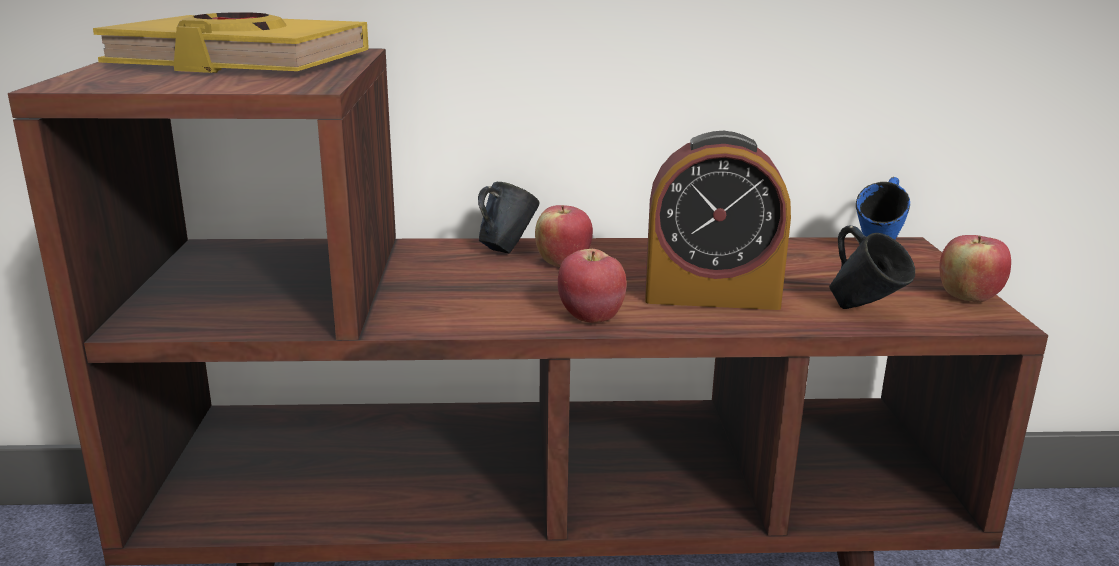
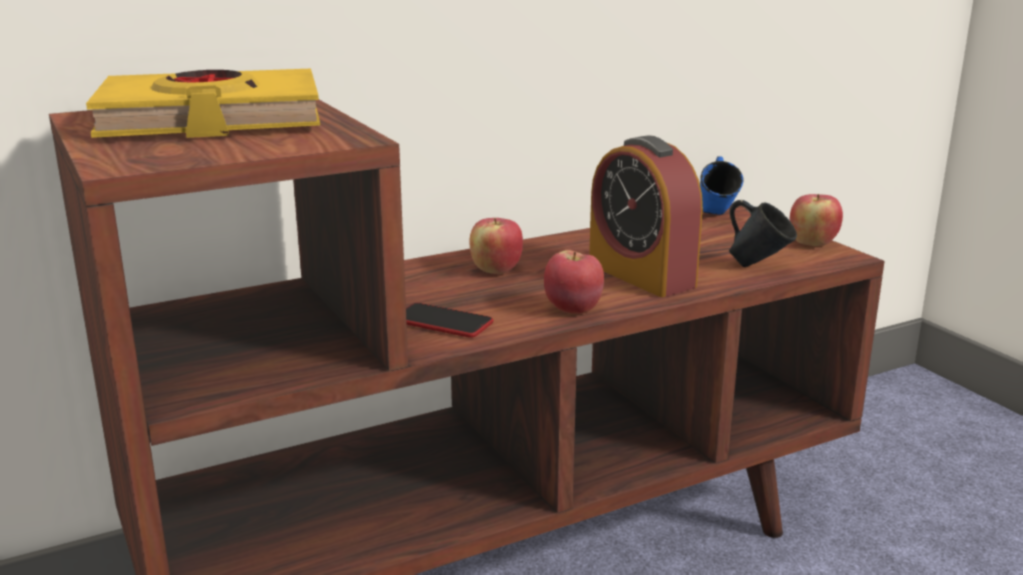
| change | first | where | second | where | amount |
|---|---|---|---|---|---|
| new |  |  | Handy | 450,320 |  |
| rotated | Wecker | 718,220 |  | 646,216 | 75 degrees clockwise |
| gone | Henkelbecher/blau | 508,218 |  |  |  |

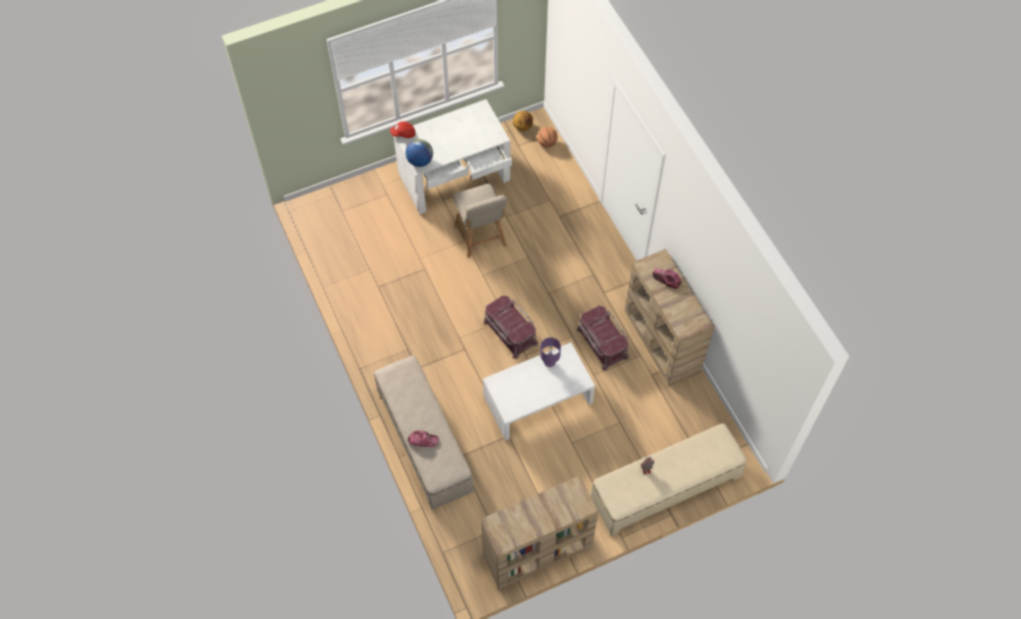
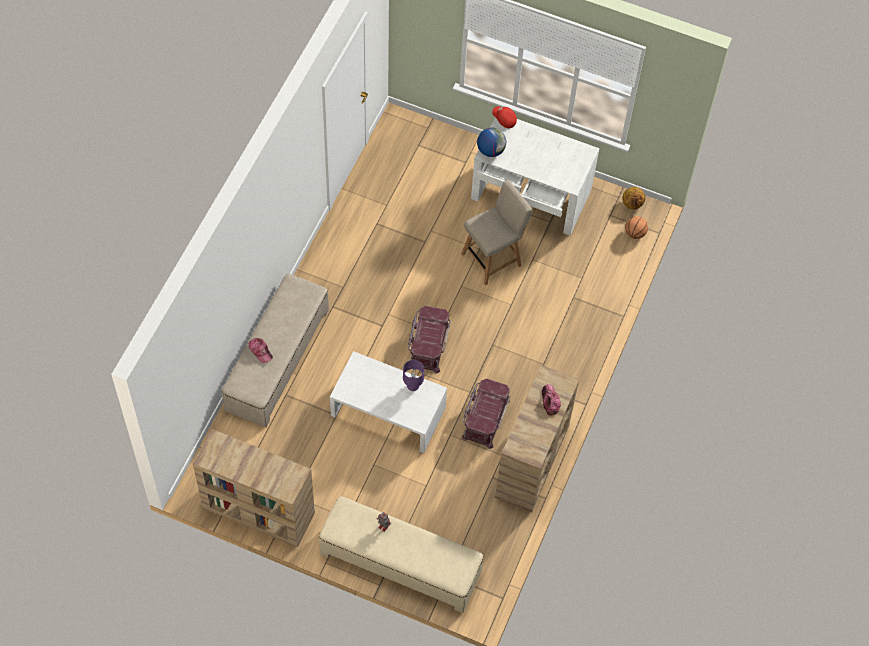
| change | first | where | second | where | amount |
|---|---|---|---|---|---|
| rotated | Stuhl/beige | 480,221 |  | 497,233 | 150 degrees counterclockwise |

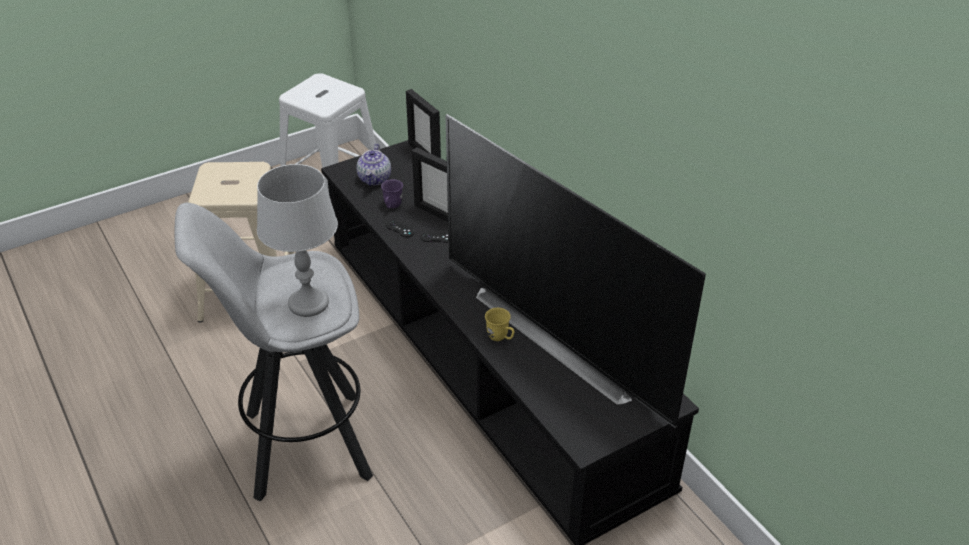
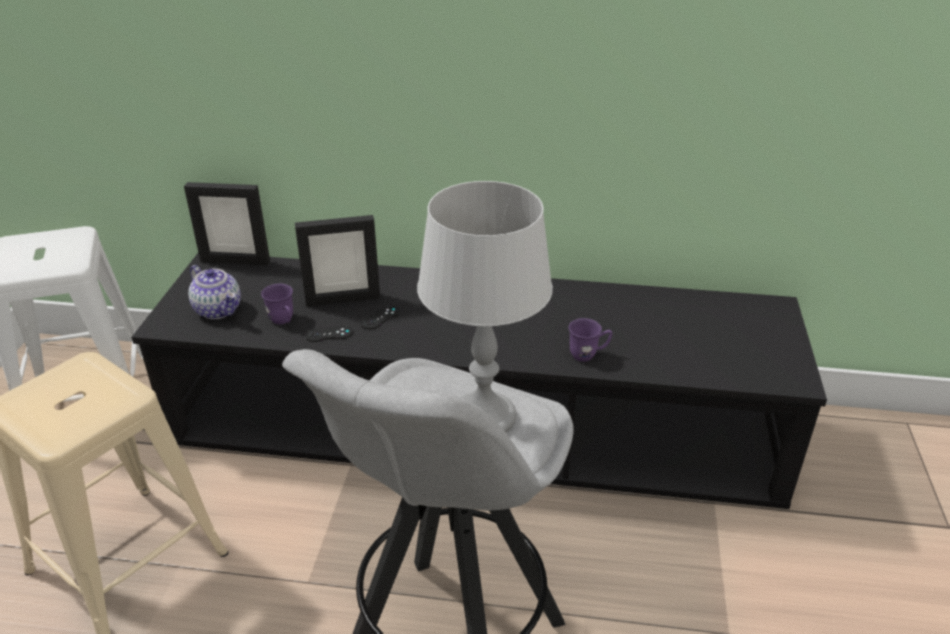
| change | first | where | second | where | amount |
|---|---|---|---|---|---|
| repainted | Henkelbecher/gelb | 499,324 | Henkelbecher/lila | 590,340 |  |
| gone | Fernseher | 575,271 |  |  |  |

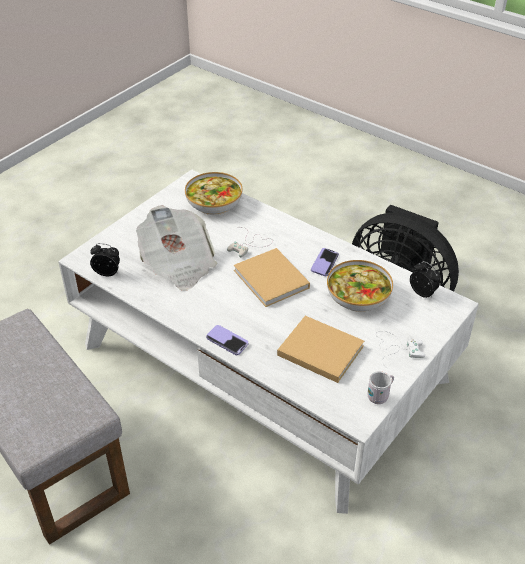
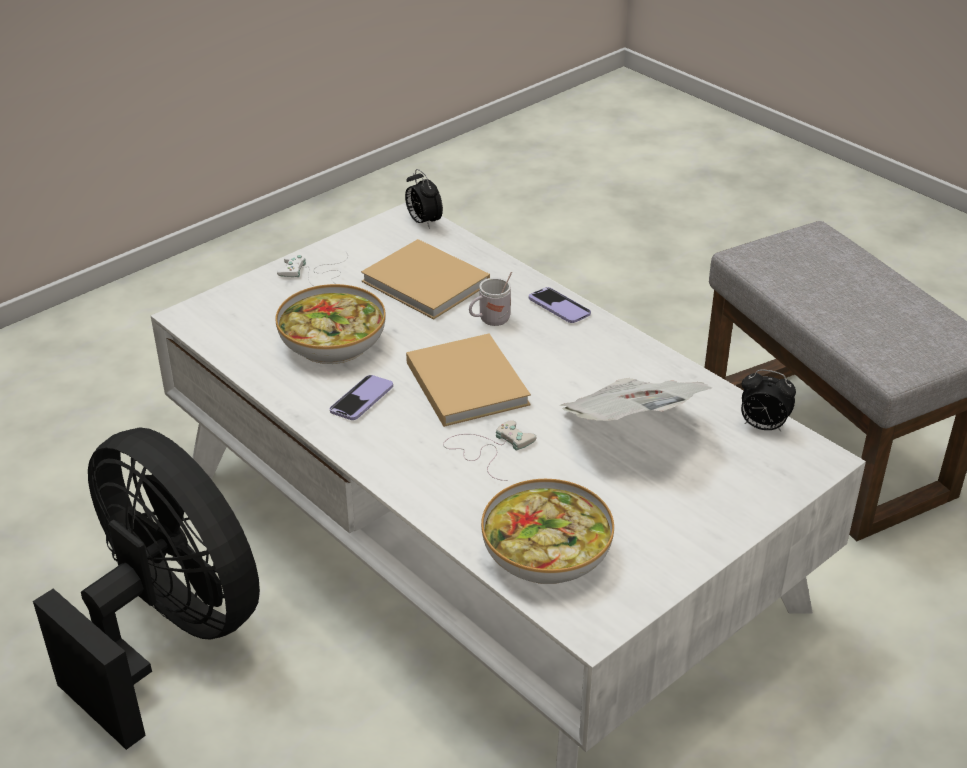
| change | first | where | second | where | amount |
|---|---|---|---|---|---|
| shifted | Wecker | 425,279 |  | 424,199 |  |
| shifted | Henkelbecher/weiß | 380,387 |  | 490,299 |  |

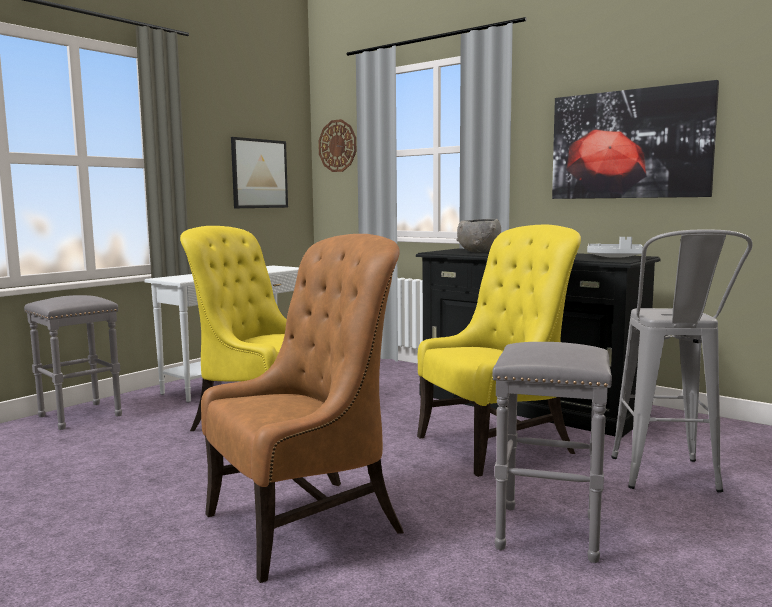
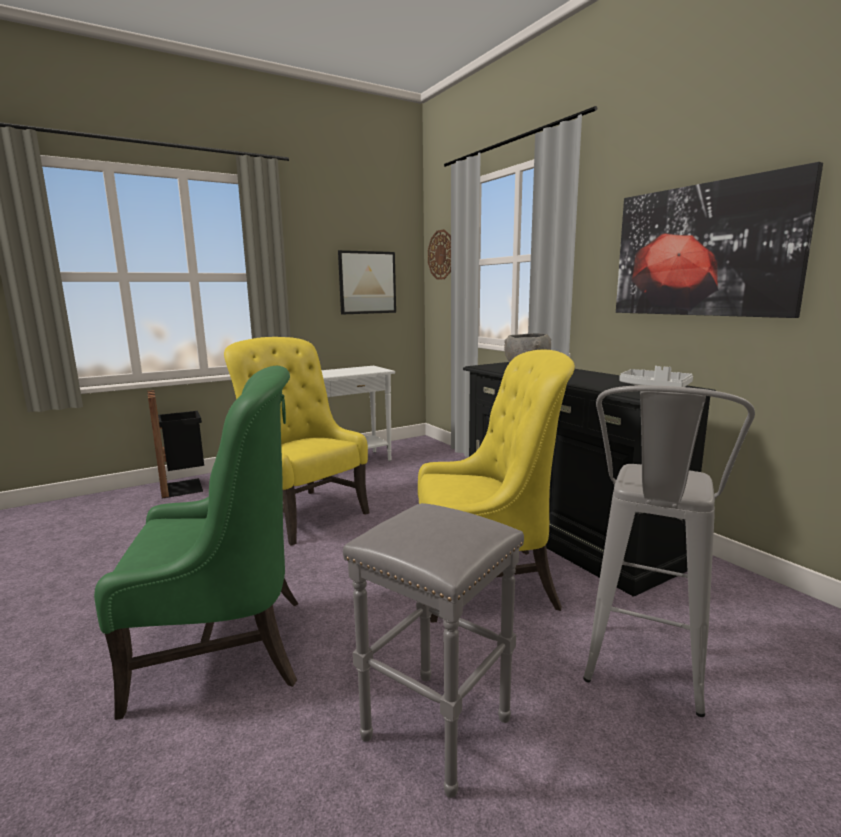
| change | first | where | second | where | amount |
|---|---|---|---|---|---|
| repainted | Stuhl/braun | 302,408 | Stuhl/grün | 196,543 |  |
| swapped | Hocker/grau | 73,362 | Mülleimer/schwarz | 176,444 |  |

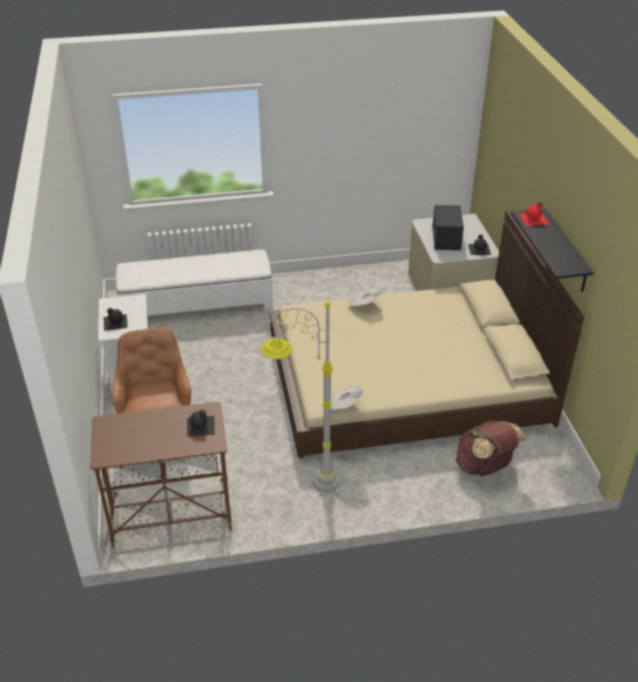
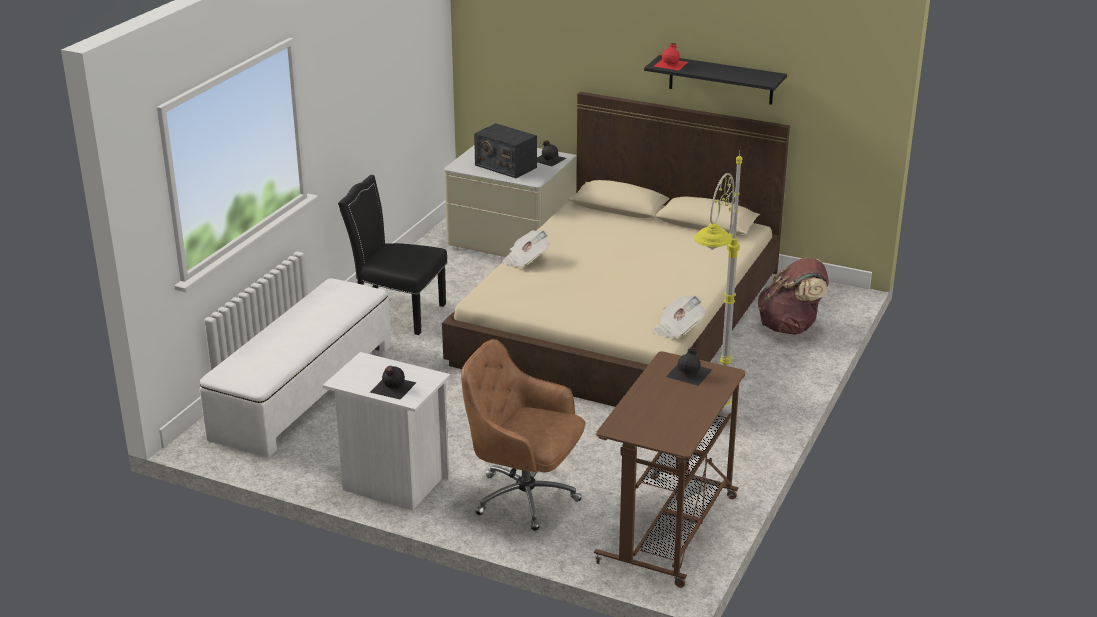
| change | first | where | second | where | amount |
|---|---|---|---|---|---|
| new |  |  | Stuhl/schwarz | 393,255 |  |

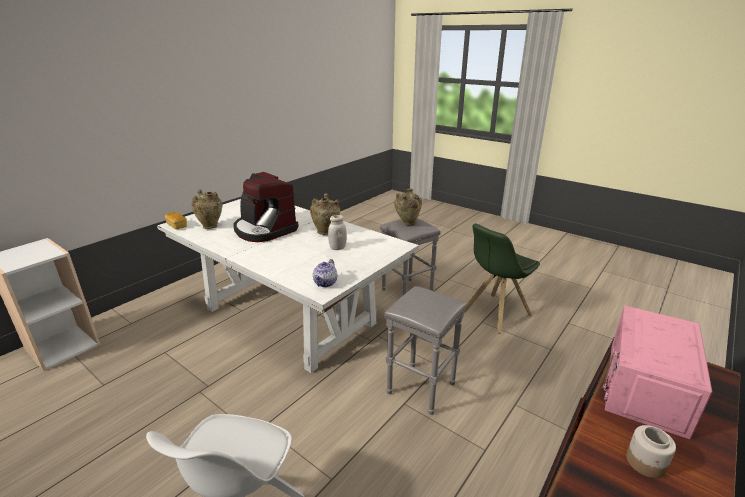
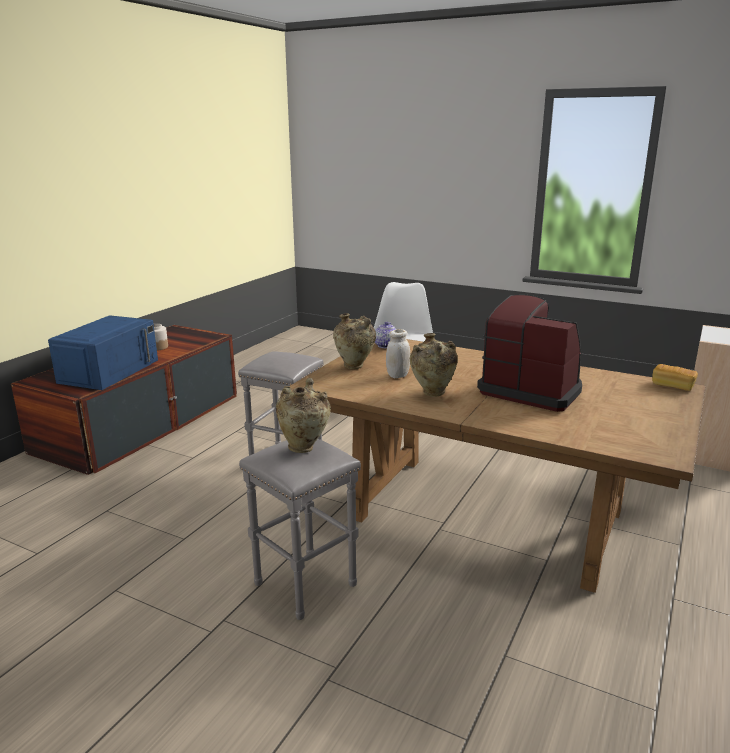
| change | first | where | second | where | amount |
|---|---|---|---|---|---|
| repainted | Mikrowelle/rosa | 657,372 | Mikrowelle/blau | 103,352 |  |
| repainted | Esstisch/weiß | 288,286 | Esstisch/braun | 498,466 |  |
| shifted | Vase/beige | 206,209 |  | 354,341 |  |
| gone | Stuhl/grün | 502,278 |  |  |  |

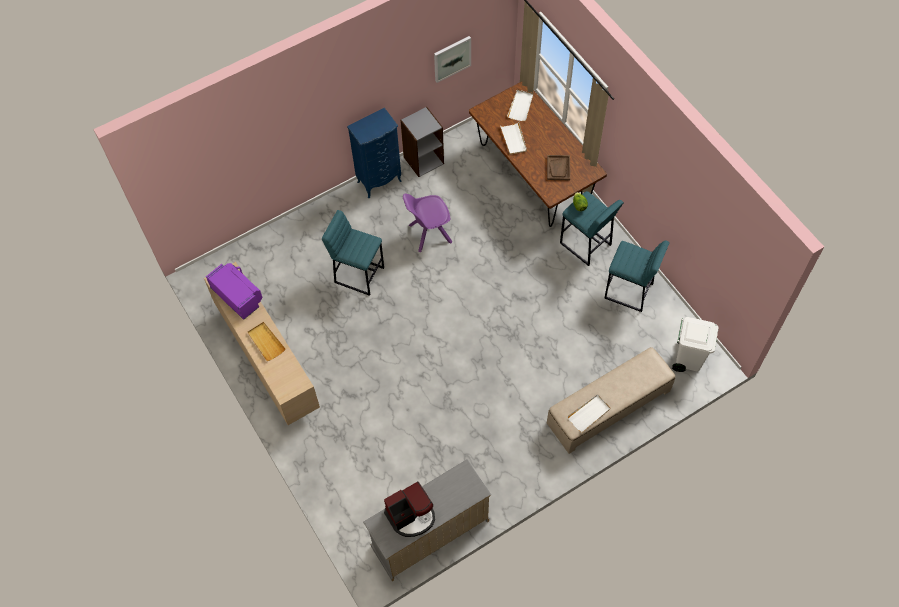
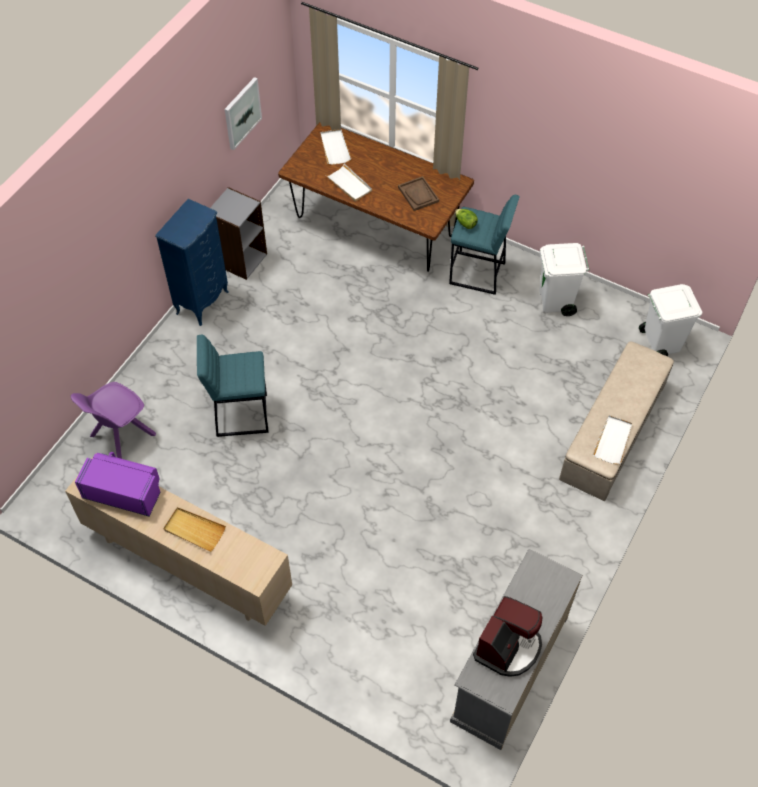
| change | first | where | second | where | amount |
|---|---|---|---|---|---|
| shifted | Stuhl/lila | 428,223 |  | 113,420 |  |
| swapped | Hocker/türkis | 637,276 | Mülleimer/weiß | 564,279 |  |

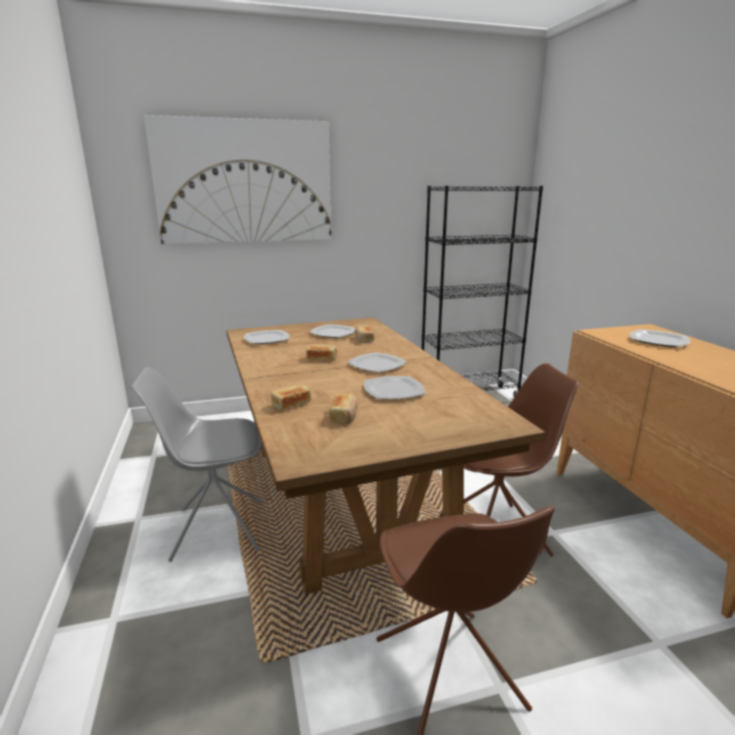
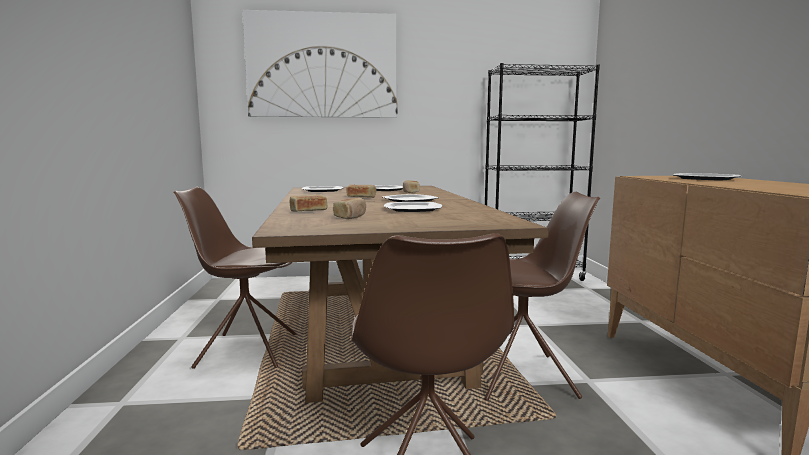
| change | first | where | second | where | amount |
|---|---|---|---|---|---|
| repainted | Stuhl/grau | 196,464 | Stuhl/braun | 234,278 |  |

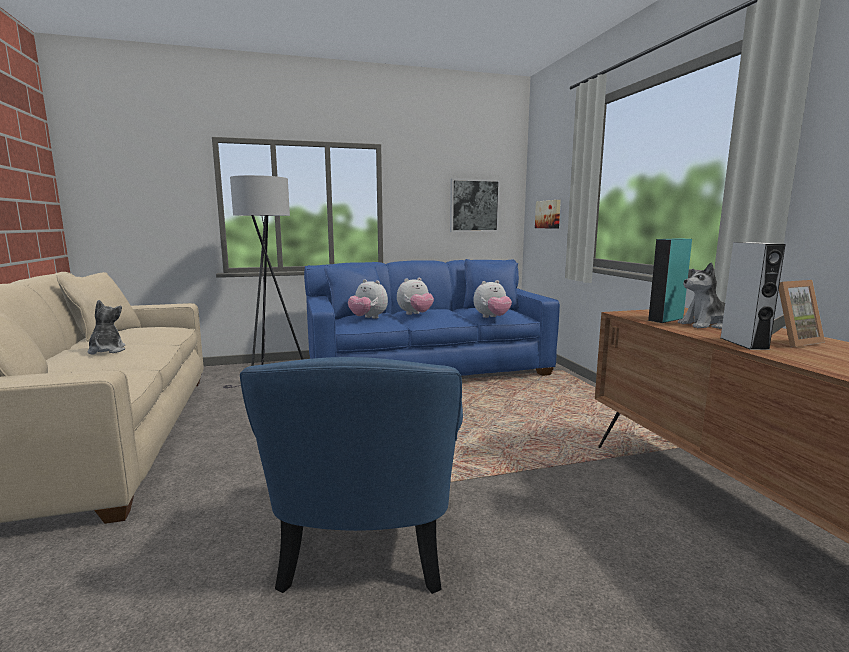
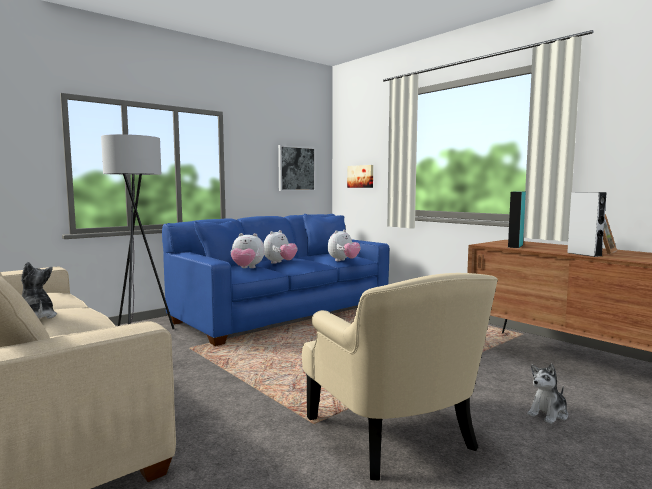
| change | first | where | second | where | amount |
|---|---|---|---|---|---|
| repainted | Sessel/blau | 351,475 | Sessel/beige | 400,377 |  |
| shifted | Plüschtier | 701,295 |  | 547,394 |  |

